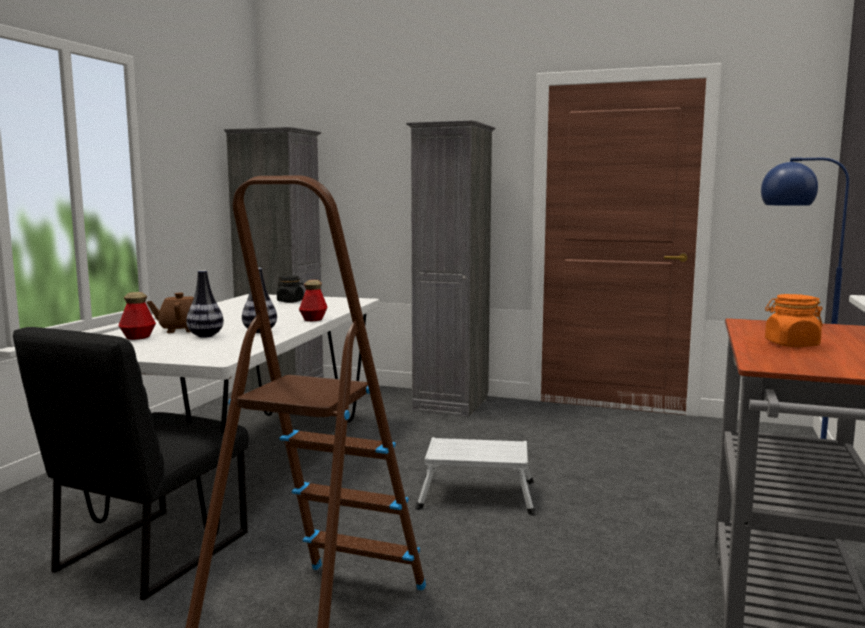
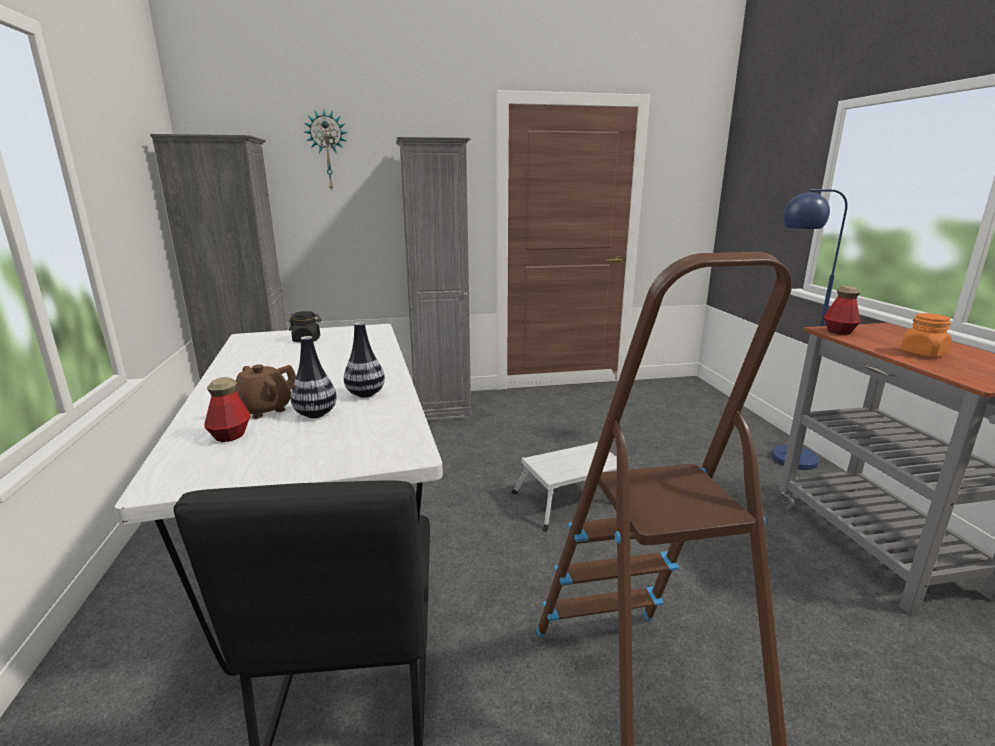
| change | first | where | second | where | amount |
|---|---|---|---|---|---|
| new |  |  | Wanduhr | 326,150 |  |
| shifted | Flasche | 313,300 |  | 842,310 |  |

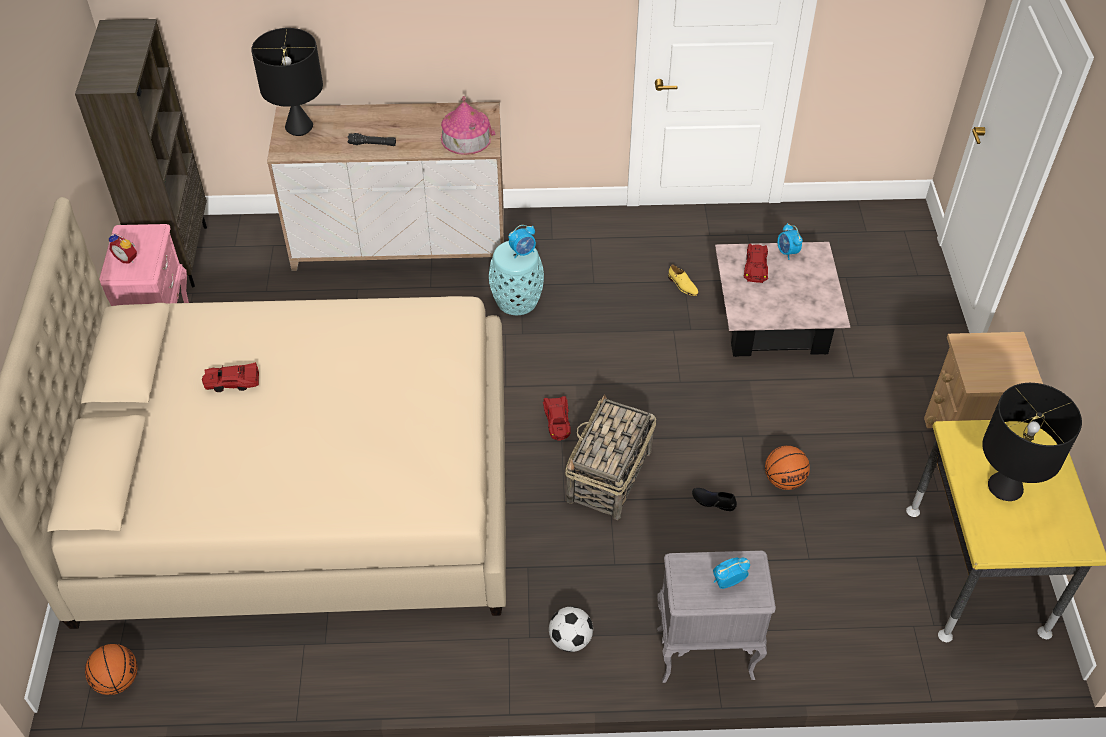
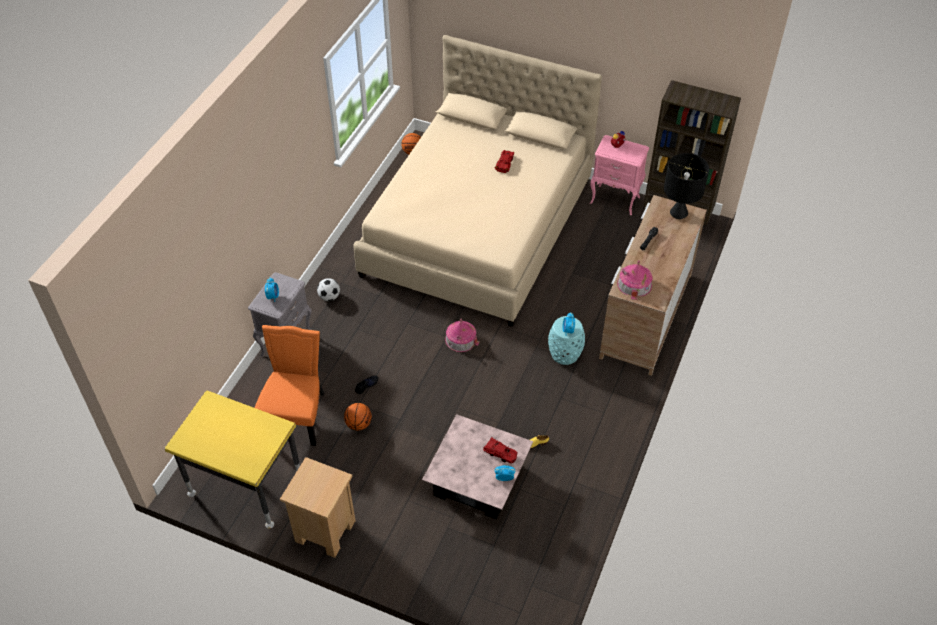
| change | first | where | second | where | amount |
|---|---|---|---|---|---|
| new |  |  | Stuhl/orange | 290,385 |  |
| swapped | Spielzeugauto/rot | 557,418 | Spielzeughaus | 462,335 |  |
| gone | Korb | 611,457 |  |  |  |
| gone | Tischlampe/schwarz | 1032,442 |  |  |  |

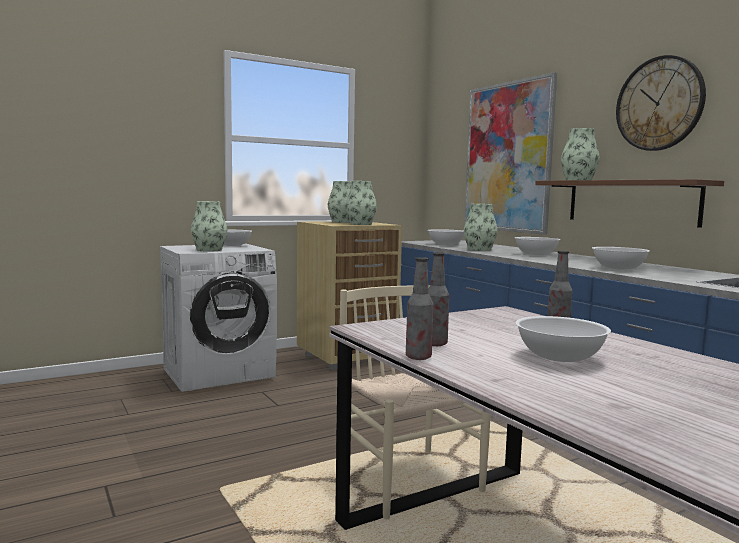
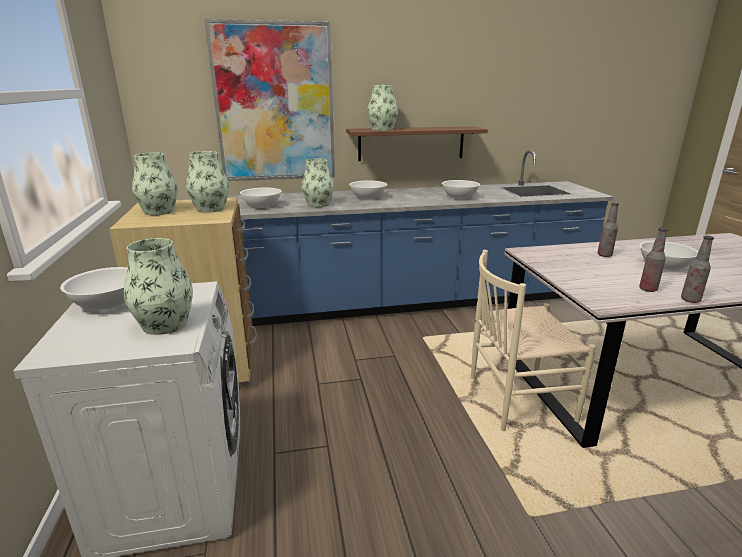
| change | first | where | second | where | amount |
|---|---|---|---|---|---|
| gone | Wanduhr | 661,103 |  |  |  |

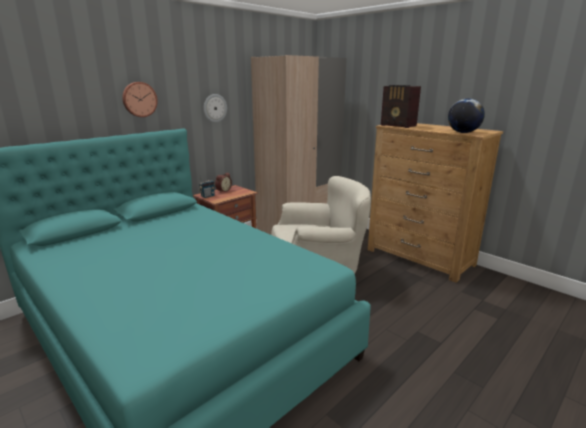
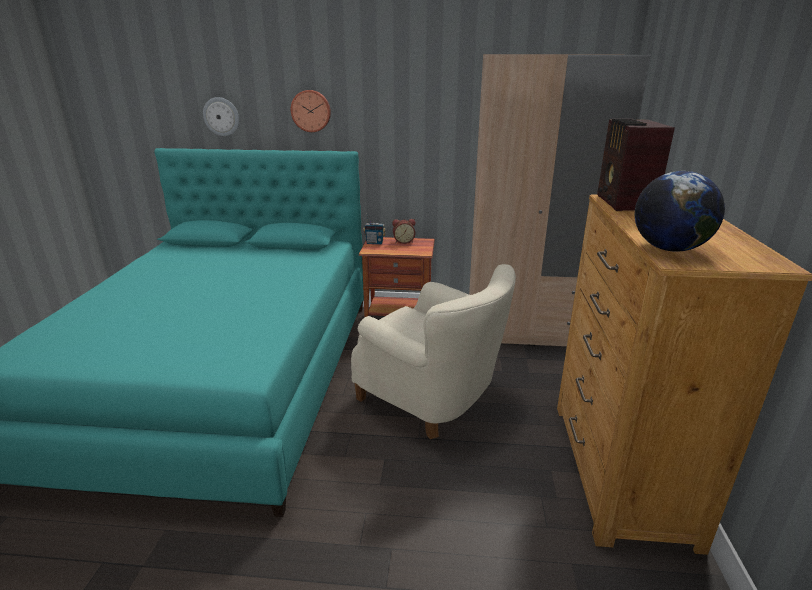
| change | first | where | second | where | amount |
|---|---|---|---|---|---|
| shifted | Wanduhr | 215,108 |  | 221,116 |  |

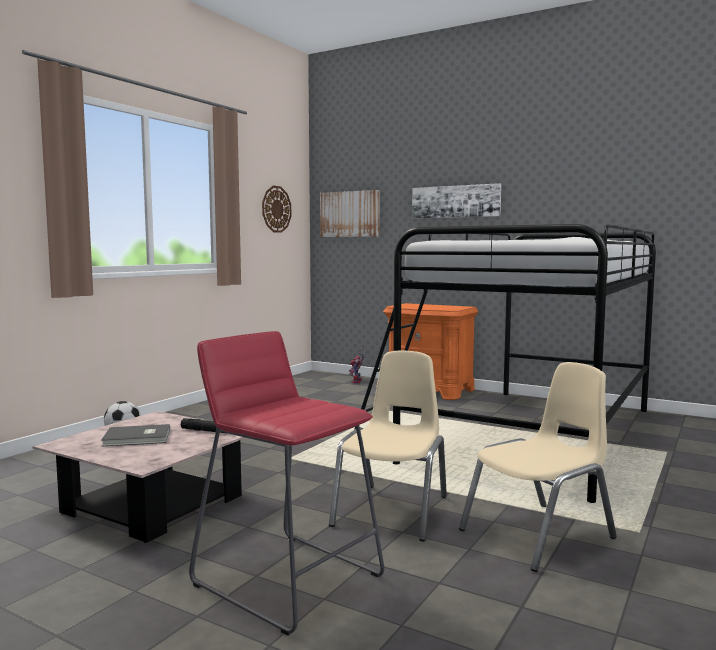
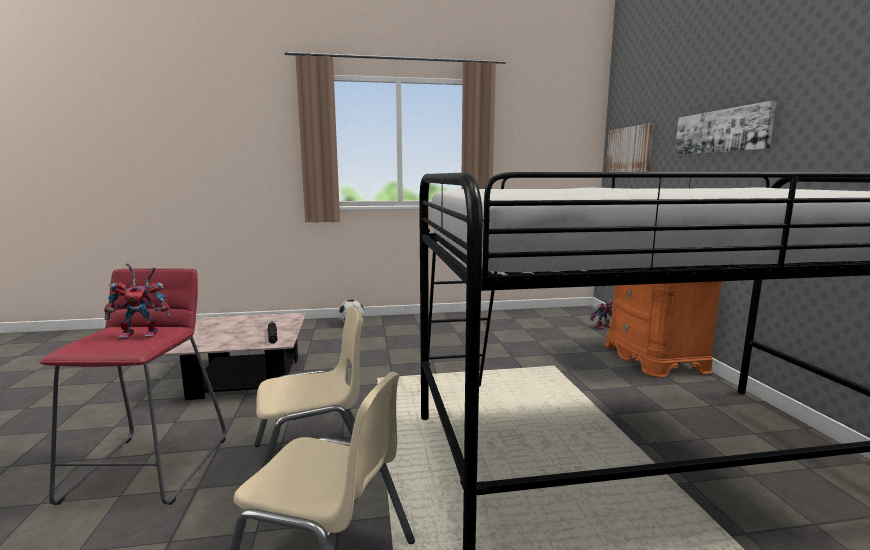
| change | first | where | second | where | amount |
|---|---|---|---|---|---|
| new |  |  | Spielzeugroboter | 137,301 |  |
| gone | Buch/grau | 135,435 |  |  |  |
| gone | Wanduhr | 276,209 |  |  |  |

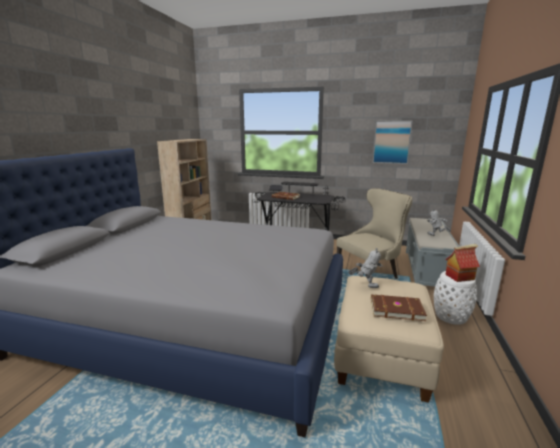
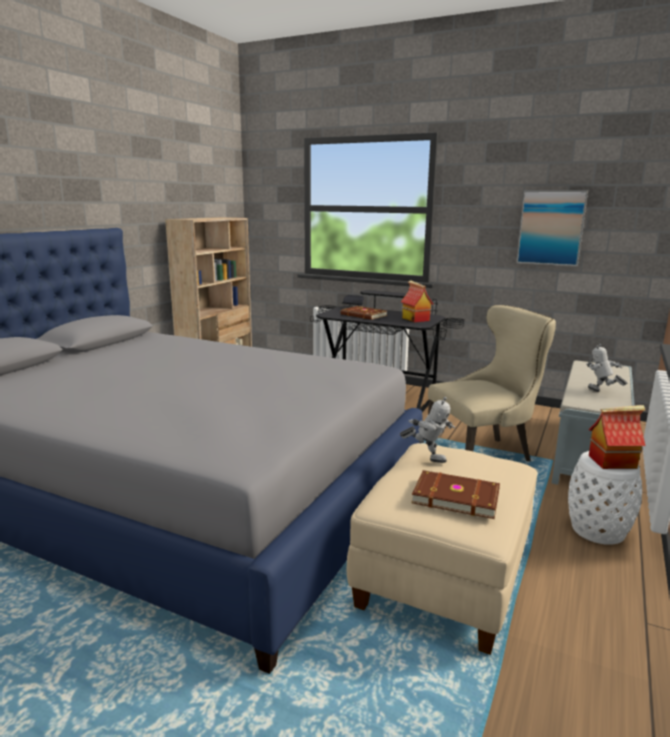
| change | first | where | second | where | amount |
|---|---|---|---|---|---|
| new |  |  | Spielzeughaus | 417,301 |  |

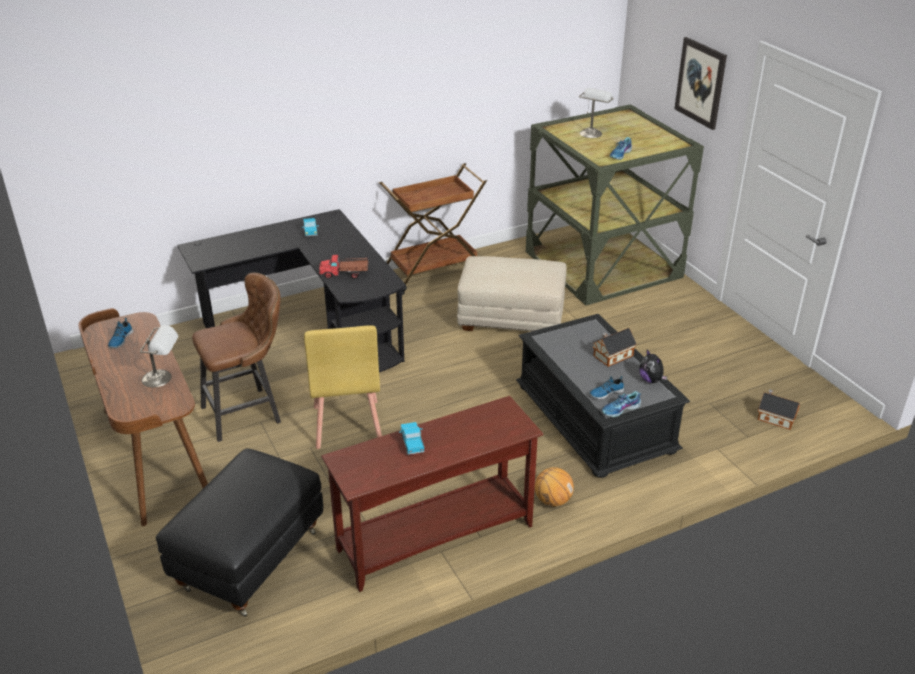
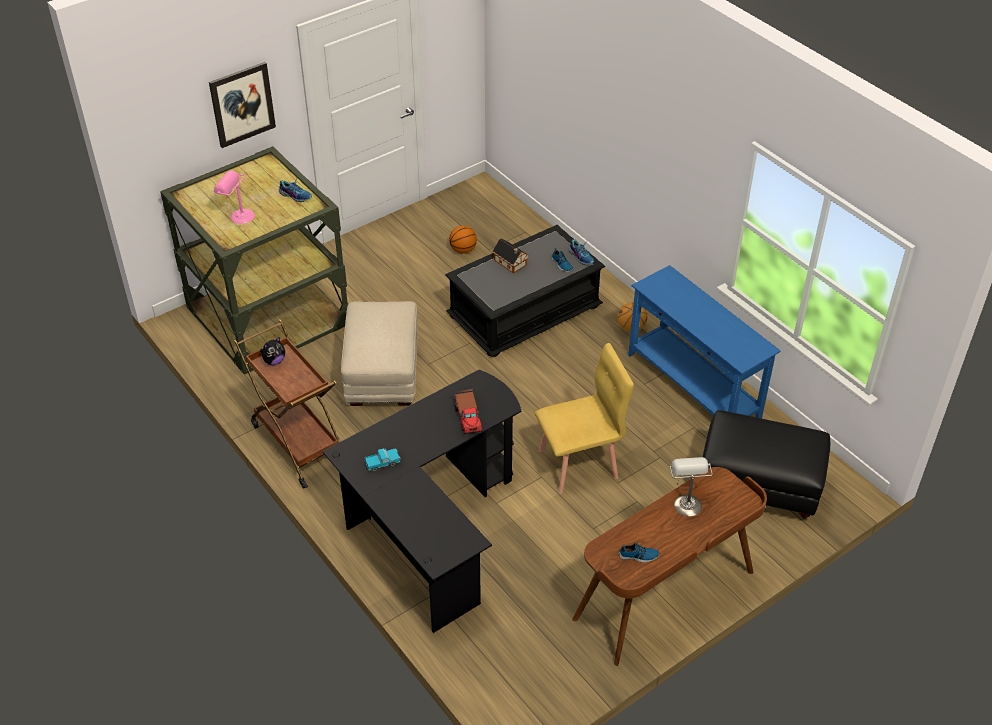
| change | first | where | second | where | amount |
|---|---|---|---|---|---|
| repainted | Tischlampe/weiß | 596,113 | Tischlampe/rosa | 234,197 |  |
| shifted | Plüschtier | 653,366 |  | 272,351 |  |
| new |  |  | Basketball | 463,239 |  |
| repainted | Konsolentisch/braun | 432,494 | Konsolentisch/blau | 704,342 |  |
| gone | Hocker/braun | 236,357 |  |  |  |
| gone | Spielzeuglaster | 412,438 |  |  |  |
| gone | Spielzeughaus | 779,409 |  |  |  |

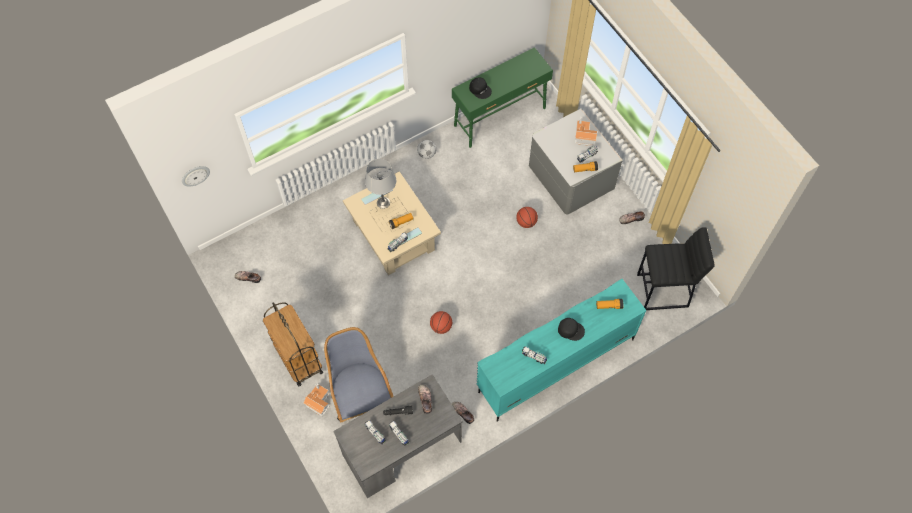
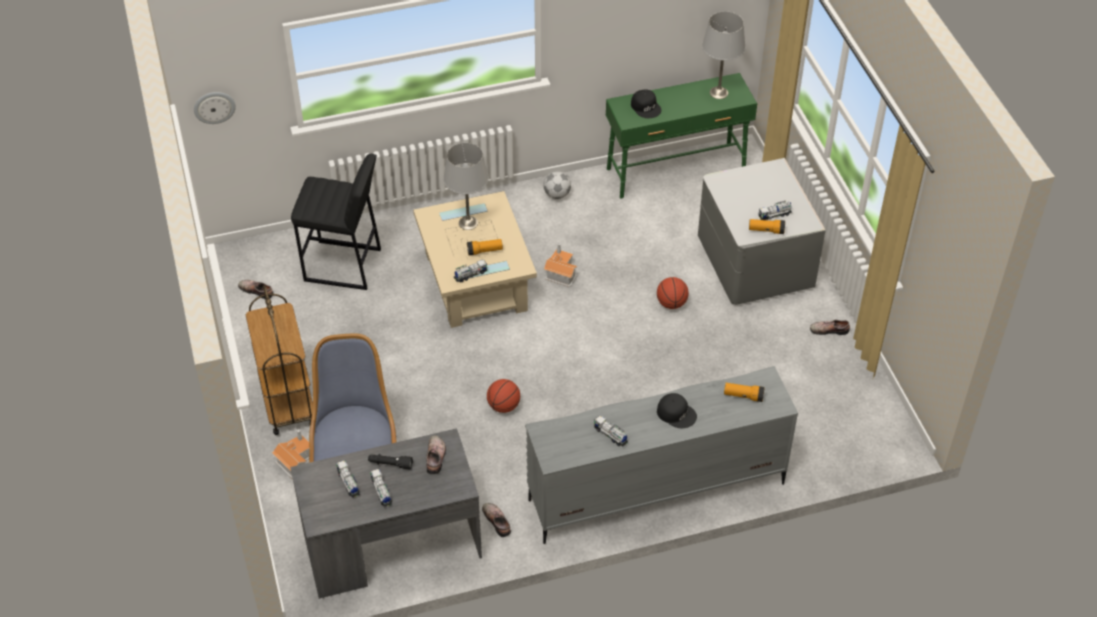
| change | first | where | second | where | amount |
|---|---|---|---|---|---|
| shifted | Hocker/schwarz | 676,269 |  | 336,222 |  |
| repainted | Kommode/türkis | 561,350 | Kommode/grau | 661,455 |  |
| shifted | Spielzeughaus | 586,131 |  | 560,264 |  |
| new |  |  | Tischlampe/grau | 724,55 |  |

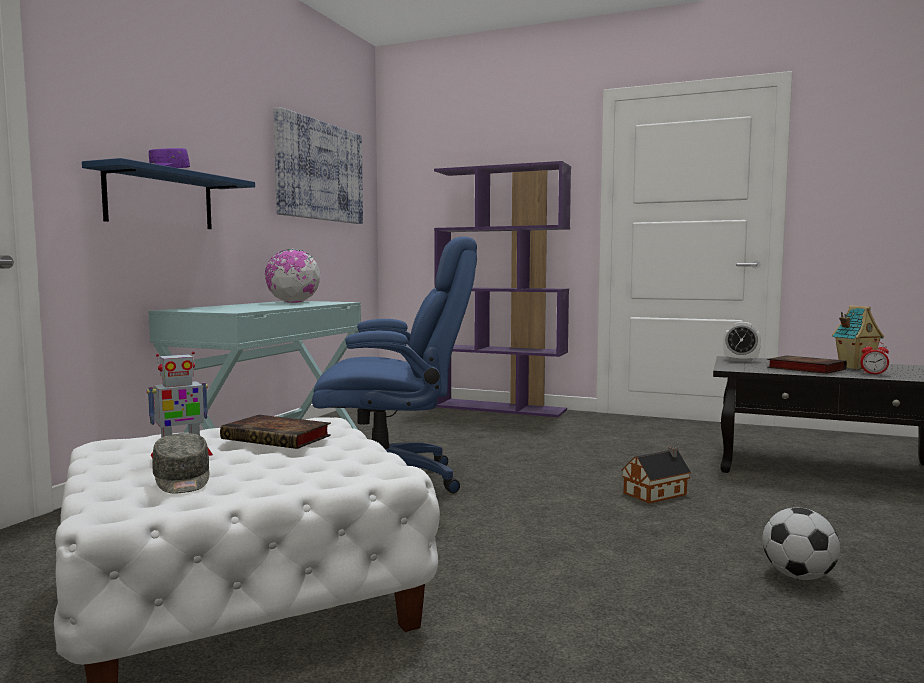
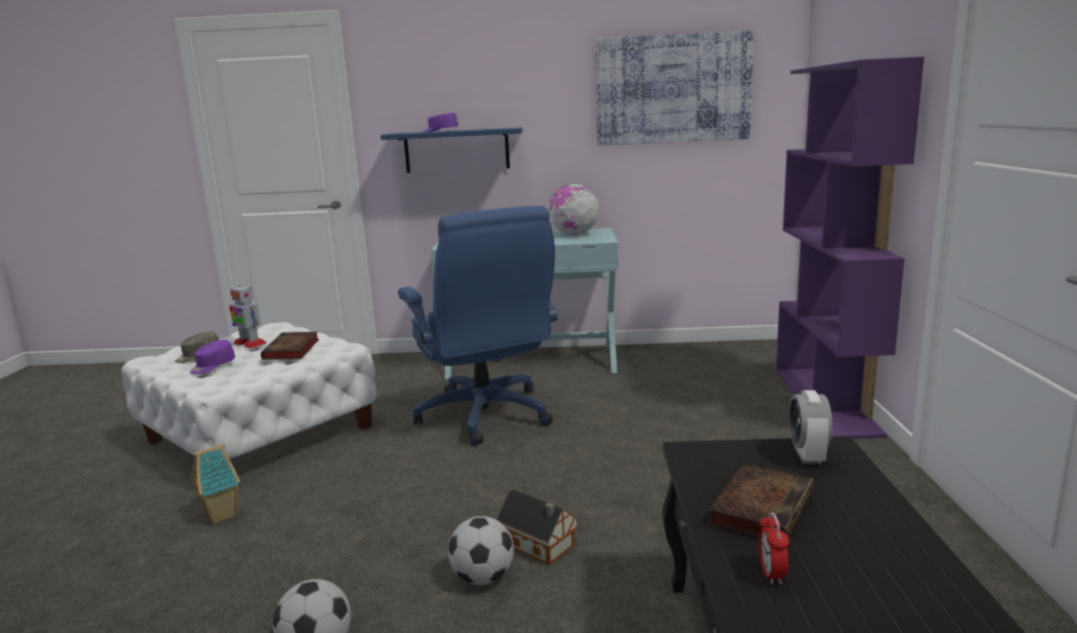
| change | first | where | second | where | amount |
|---|---|---|---|---|---|
| new |  |  | Kappe/lila | 212,357 |  |
| shifted | Spielzeughaus | 858,337 |  | 215,484 |  |
| new |  |  | Fußball | 481,550 |  |

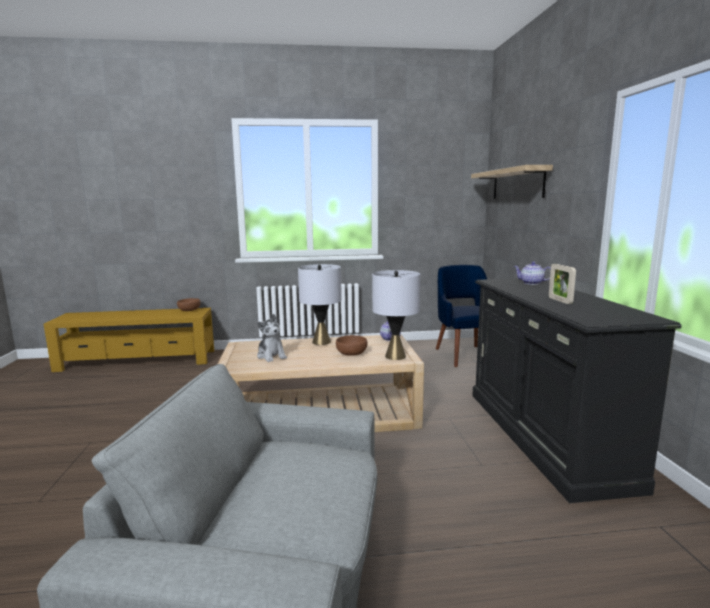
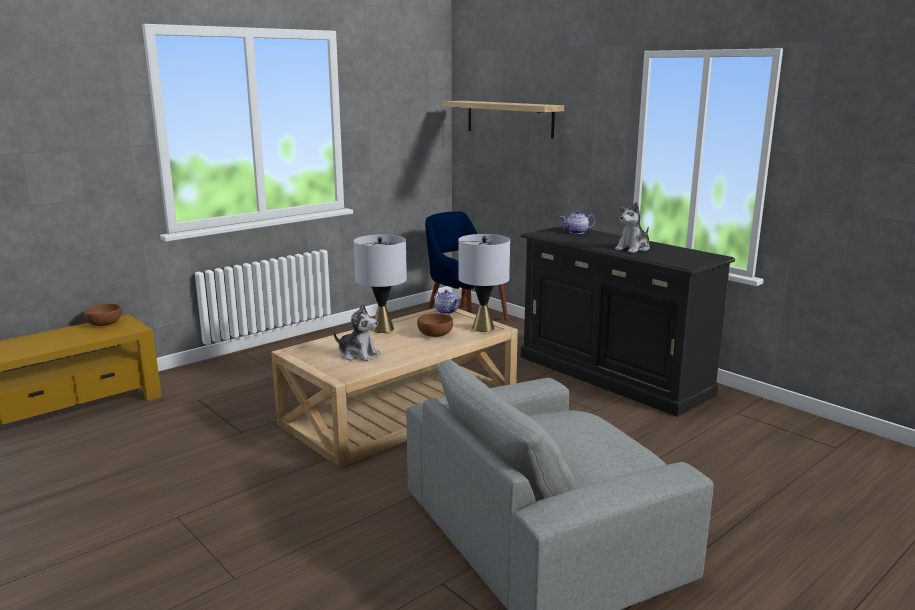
| change | first | where | second | where | amount |
|---|---|---|---|---|---|
| swapped | Bilderrahmen | 562,284 | Plüschtier | 632,227 |  |

